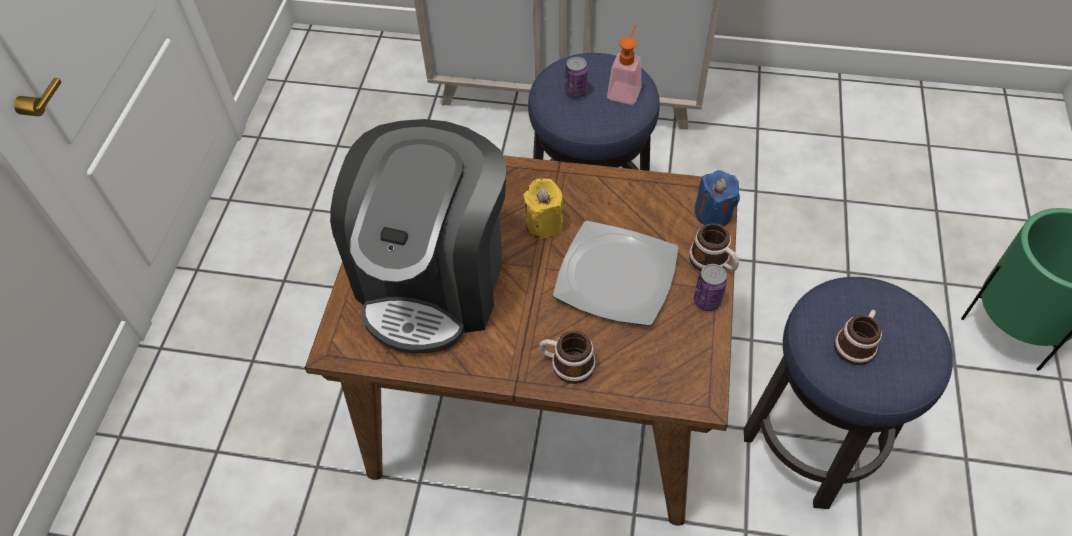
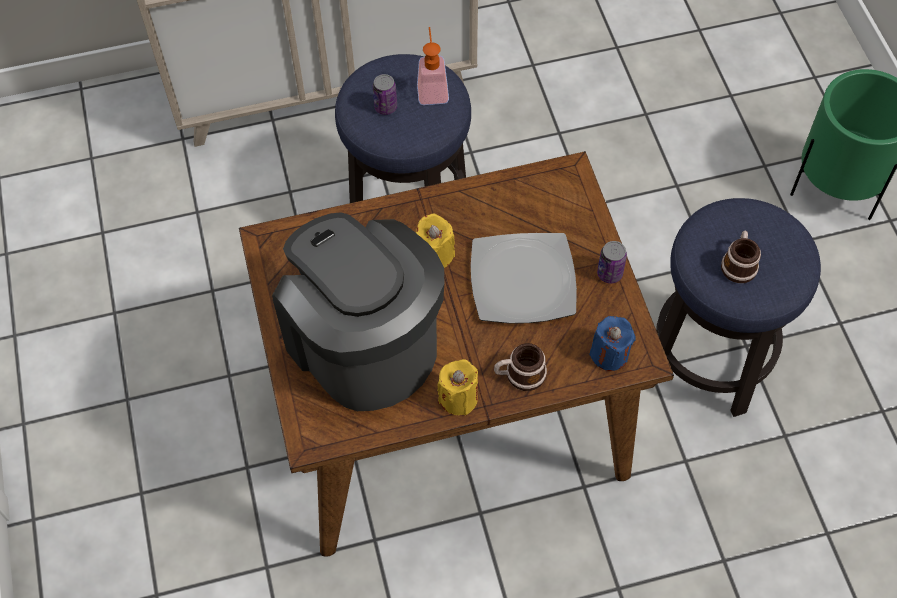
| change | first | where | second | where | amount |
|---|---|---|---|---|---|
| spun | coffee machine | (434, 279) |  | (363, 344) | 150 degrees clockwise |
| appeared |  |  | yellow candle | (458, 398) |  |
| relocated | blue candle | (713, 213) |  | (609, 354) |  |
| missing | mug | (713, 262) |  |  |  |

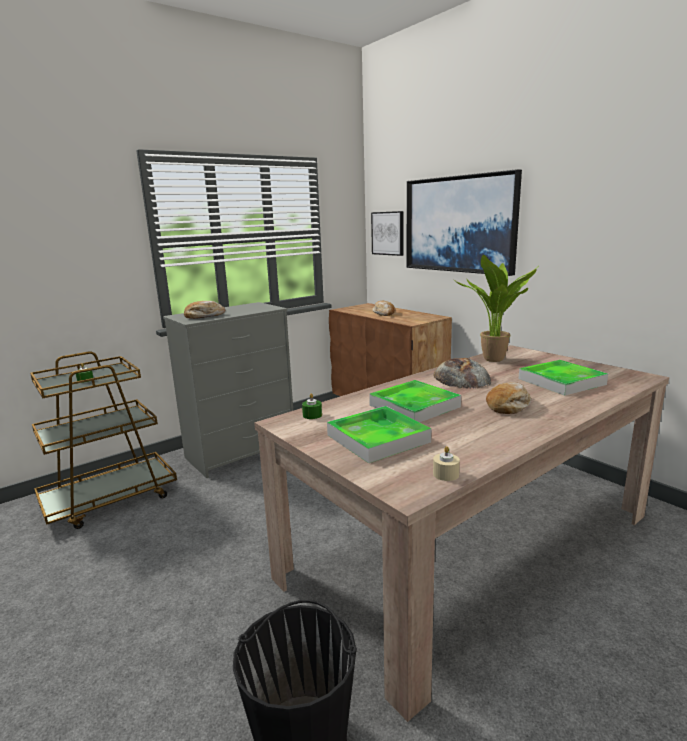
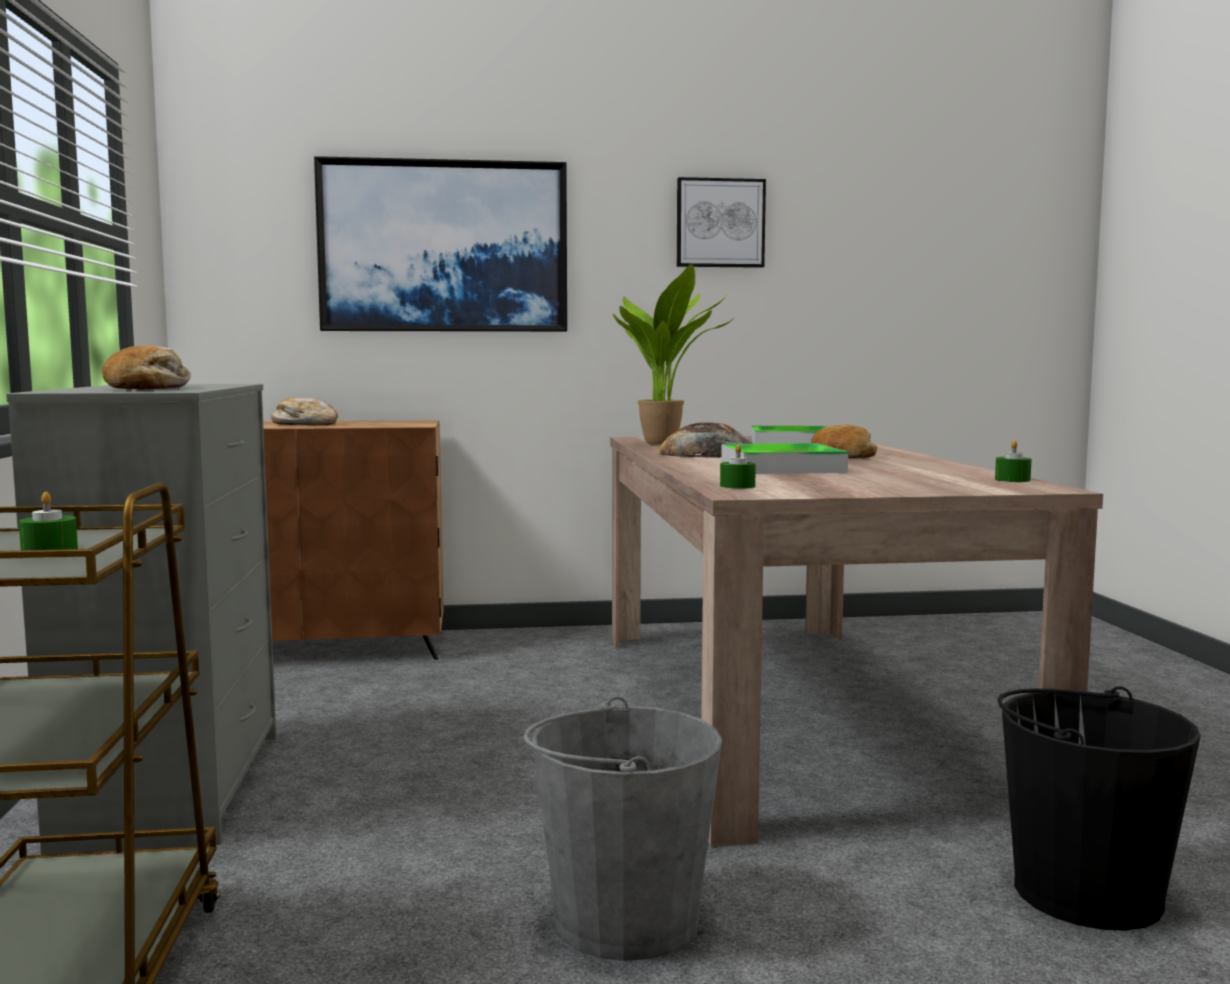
| change | first | where | second | where | amount |
|---|---|---|---|---|---|
| appeared |  |  | grey bucket | (624, 920) |  |
| relocated | picture | (388, 233) |  | (720, 223) |  |
| colour | beige candle | (445, 474) | green candle | (1012, 480) |  |
| missing | tray | (378, 438) |  |  |  |

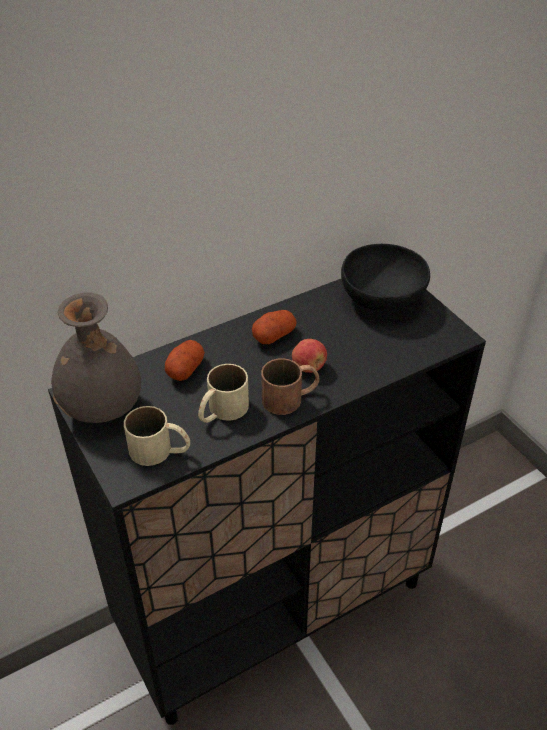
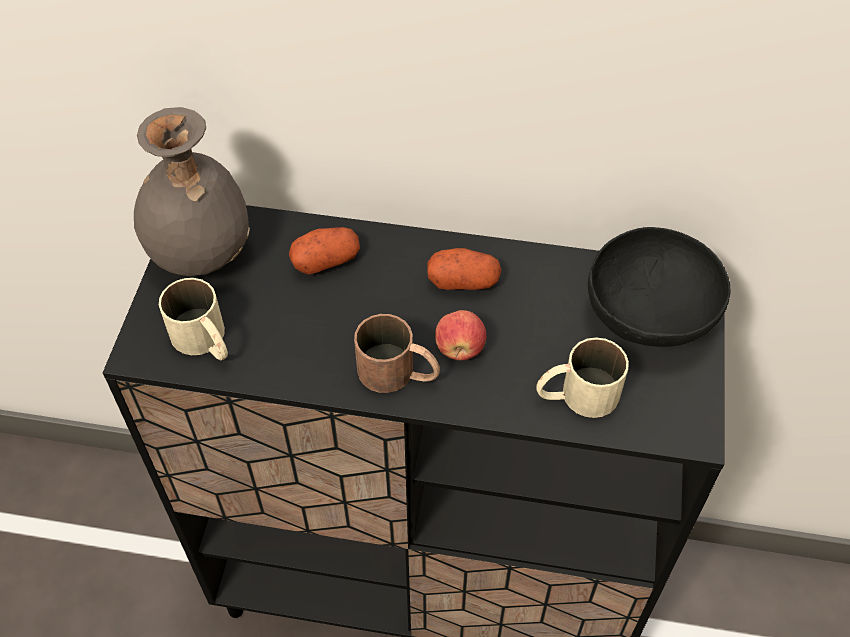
| change | first | where | second | where | amount |
|---|---|---|---|---|---|
| relocated | beige mug | (221, 411) |  | (576, 395) |  |

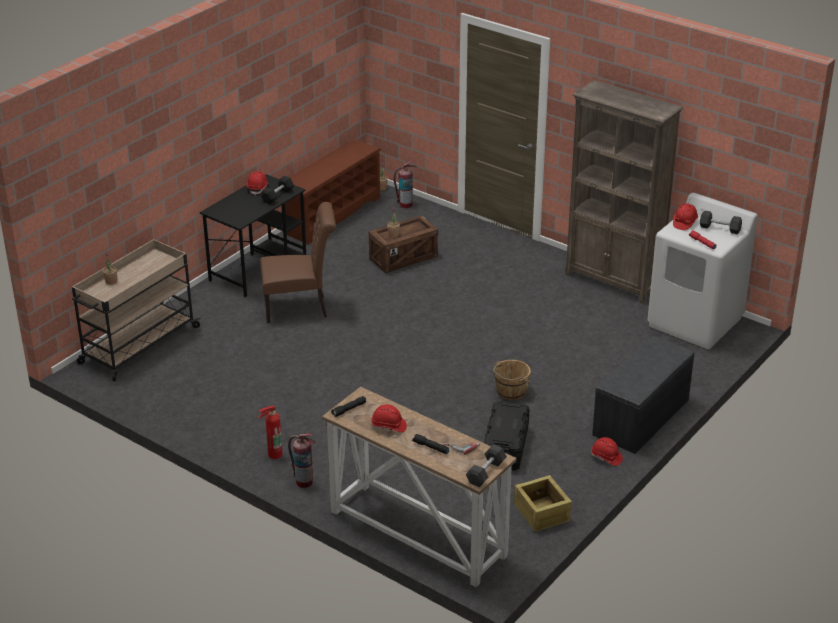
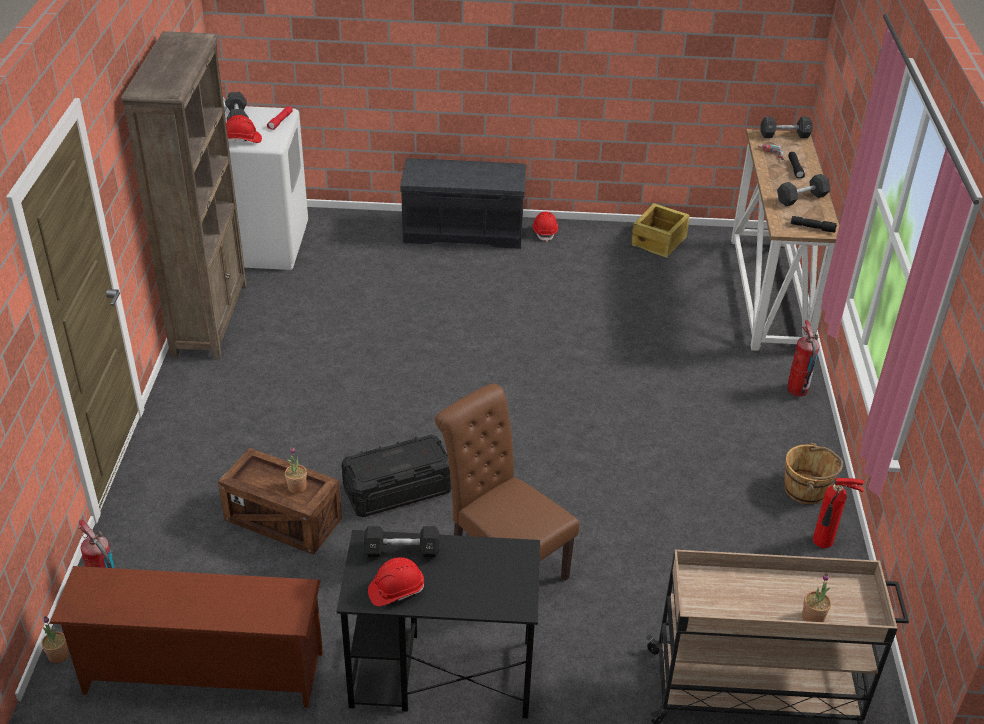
| change | first | where | second | where | amount |
|---|---|---|---|---|---|
| relocated | black storage box | (505, 447) |  | (398, 490) |  |
| exchanged | red hard hat | (388, 426) | black dumbbell | (802, 198) |  |
| relocated | brown bucket | (510, 391) |  | (806, 489) |  |
| relocated | fire extinguisher | (273, 454) |  | (824, 542) |  |

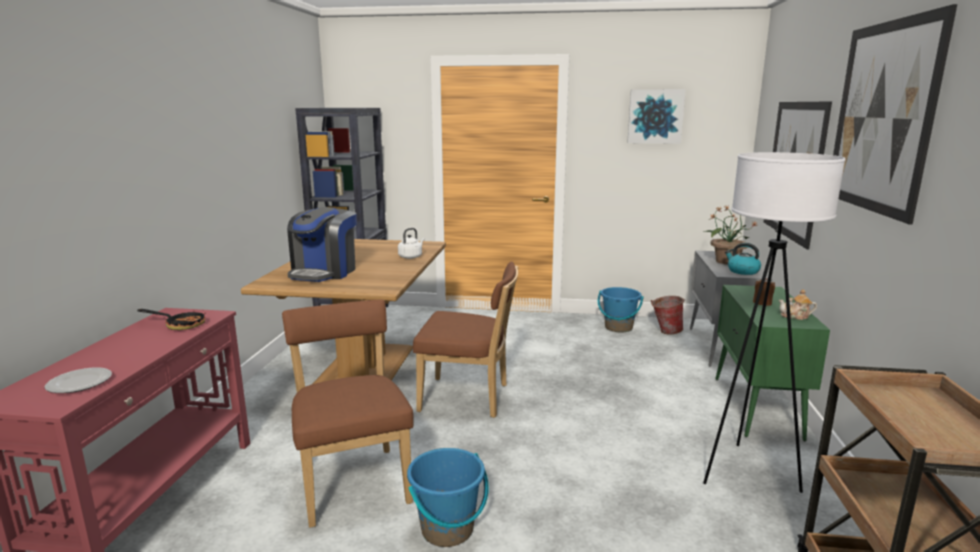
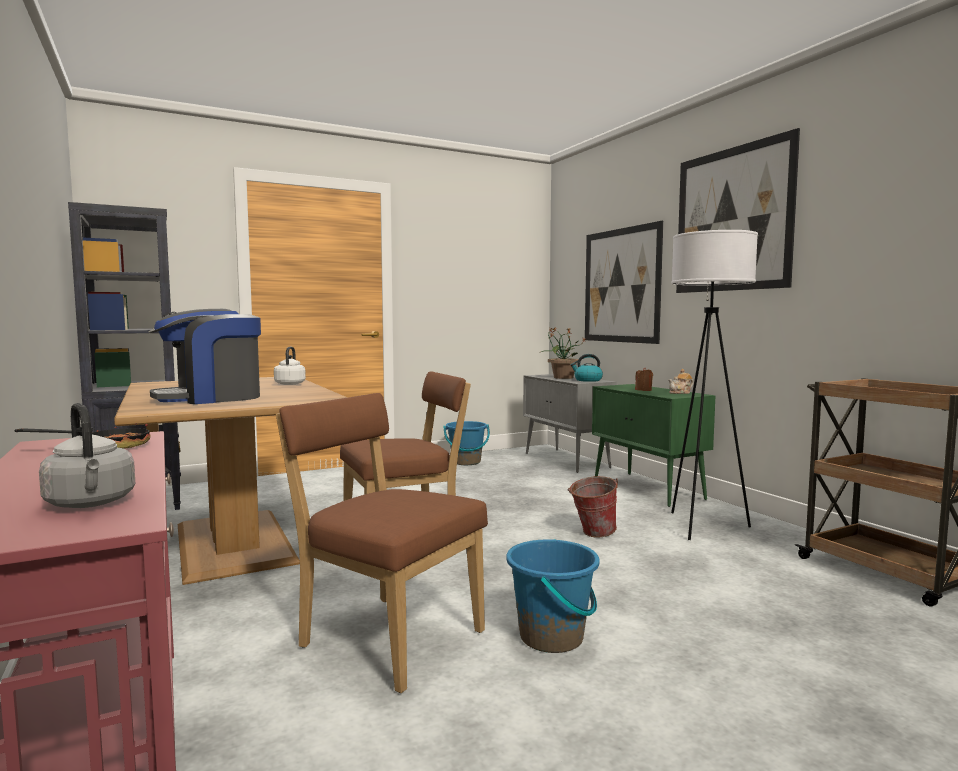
| change | first | where | second | where | amount |
|---|---|---|---|---|---|
| exchanged | plate | (80, 383) | grey kettle | (91, 503) |  |
| spun | coffee machine | (324, 272) |  | (210, 398) | 75 degrees clockwise |
| relocated | bucket | (665, 331) |  | (592, 534) |  |
| missing | picture | (655, 116) |  |  |  |

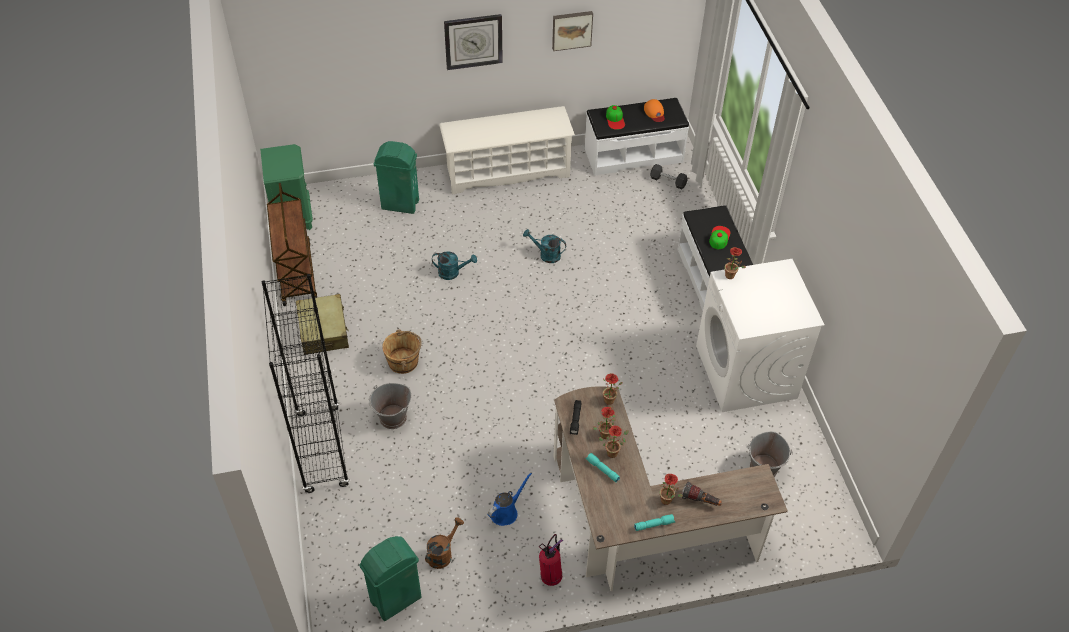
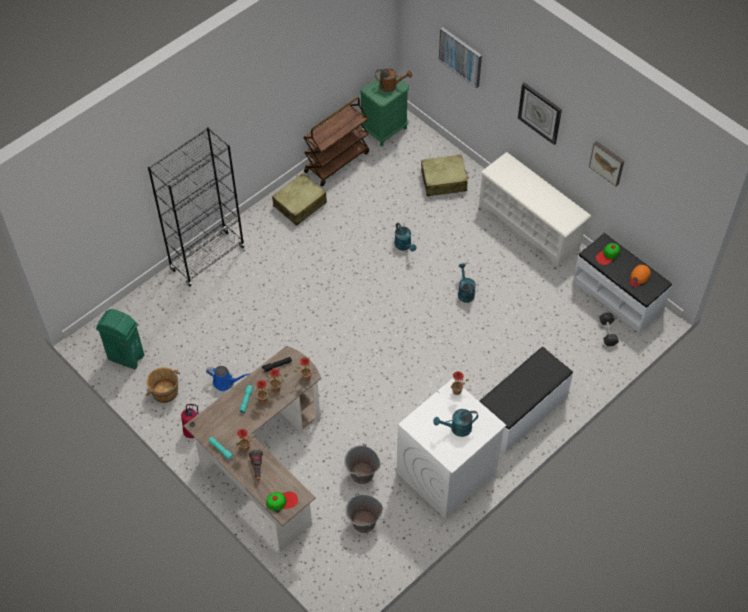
| change | first | where | second | where | amount |
|---|---|---|---|---|---|
| relocated | brown bucket | (404, 361) |  | (165, 392) |  |
| relocated | cap | (719, 237) |  | (282, 501) |  |
| relocated | grey bucket | (393, 418) |  | (362, 474) |  |
| relocated | brown watering can | (442, 553) |  | (391, 86) |  |
| exchanged | green trash can | (400, 204) | beige suitcase | (444, 181) |  |
| appeared |  |  | turquoise watering can | (457, 429) |  |
| appeared |  |  | picture | (461, 56) |  |

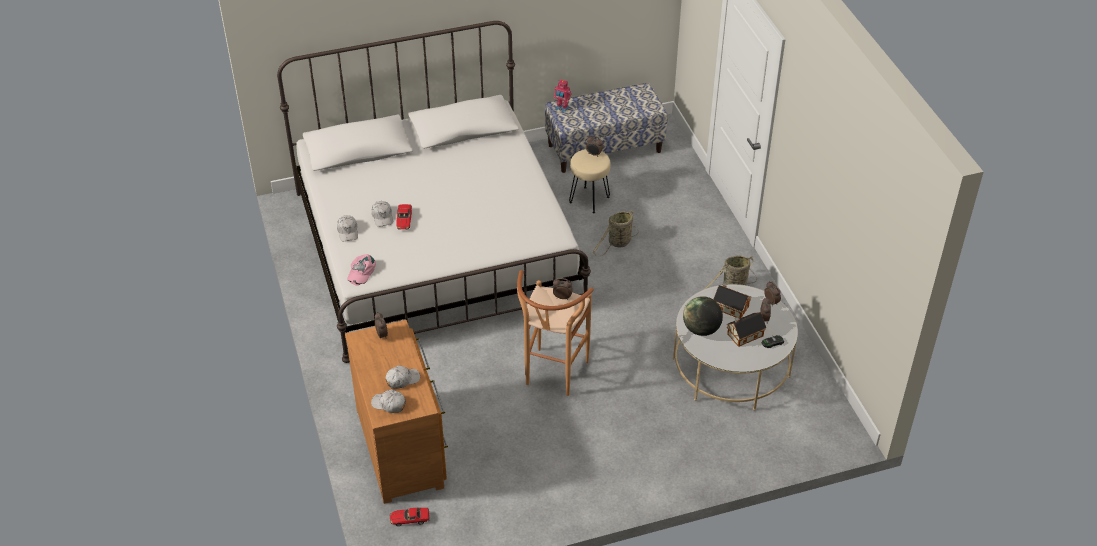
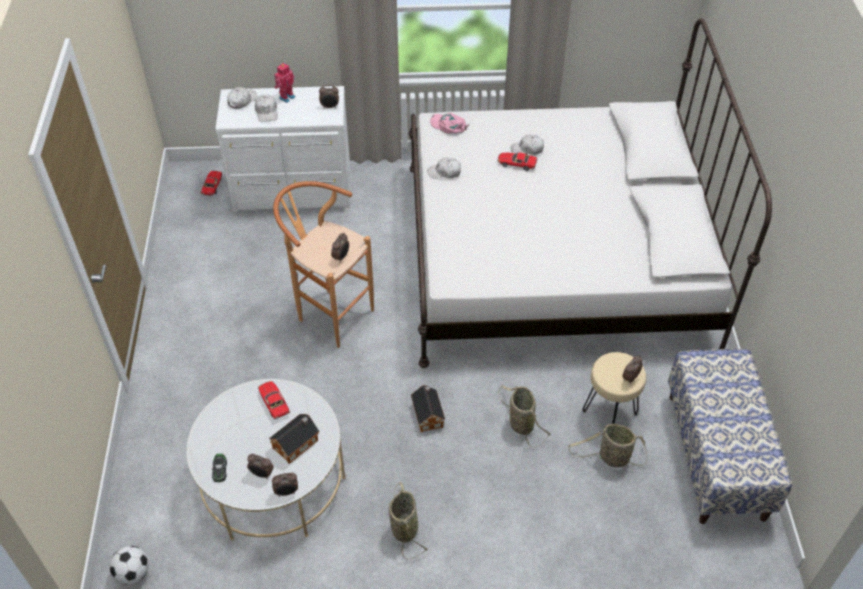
| change | first | where | second | where | amount |
|---|---|---|---|---|---|
| appeared |  |  | football | (133, 573) |  |
| colour | brown dresser | (402, 446) | white dresser | (293, 192) |  |
| exchanged | globe | (701, 329) | toy car | (274, 402) |  |
| relocated | toy robot | (562, 108) |  | (286, 97) |  |
| relocated | toy house | (743, 335) |  | (428, 414) |  |
| relocated | white cap | (348, 231) |  | (444, 172) |  |
| appeared |  |  | basket | (611, 458) |  |

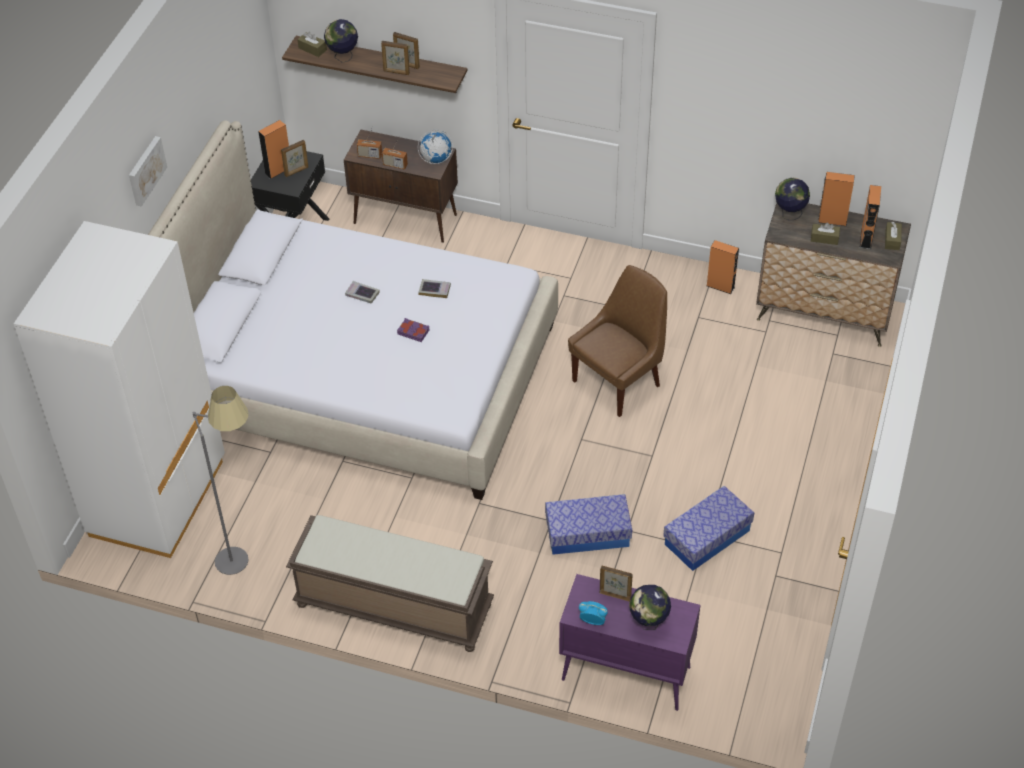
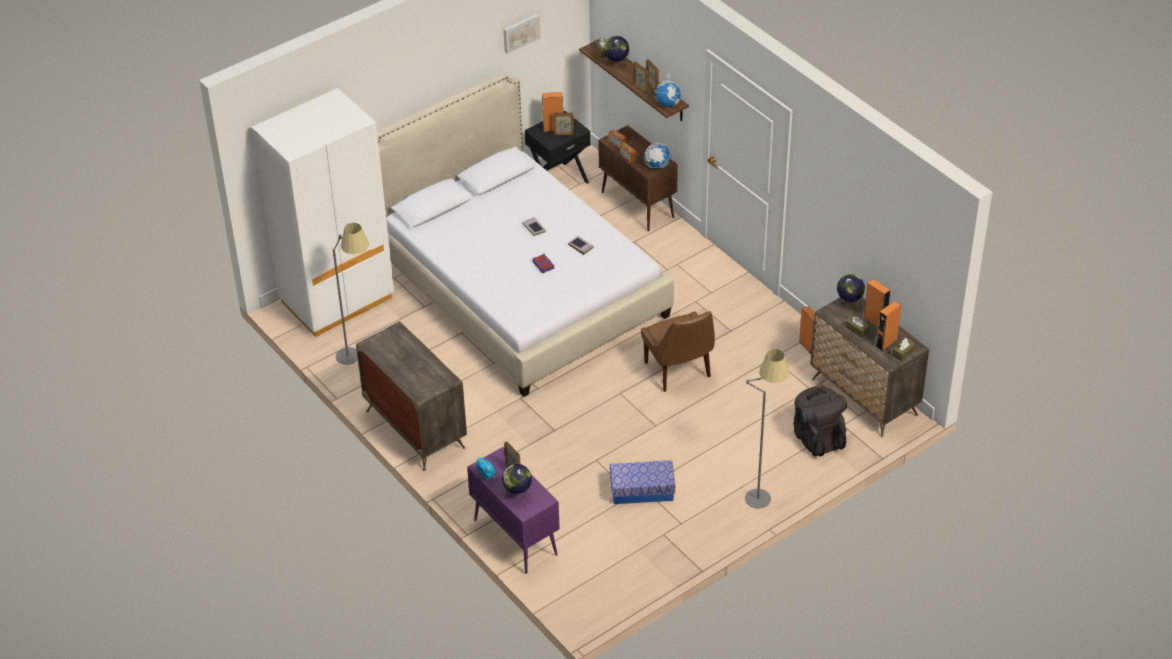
| change | first | where | second | where | amount |
|---|---|---|---|---|---|
| exchanged | brown bench | (392, 606) | dresser | (415, 428) |  |
| relocated | picture | (145, 170) |  | (520, 32) |  |
| spun | brown chair | (618, 381) |  | (678, 371) | 75 degrees clockwise |
| appeared |  |  | globe | (668, 104) |  |
| appeared |  |  | grey floor lamp | (761, 490) |  |
| appeared |  |  | black backpack | (817, 437) |  |
| missing | storage box | (587, 534) |  |  |  |

